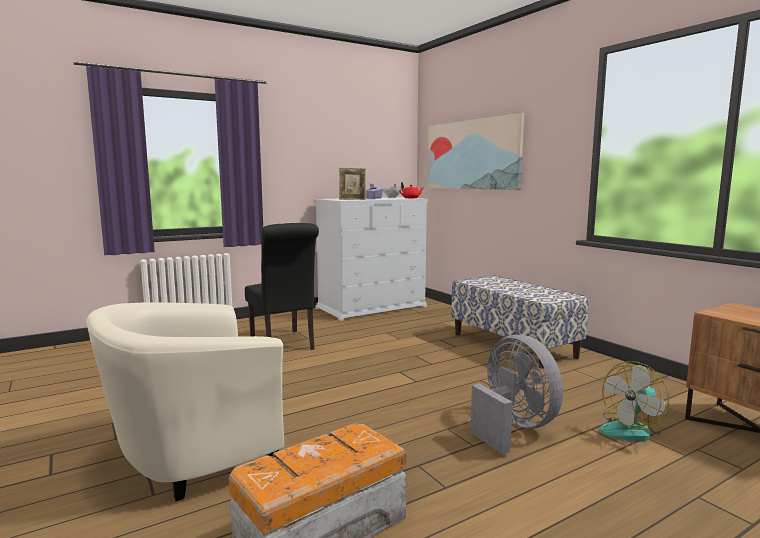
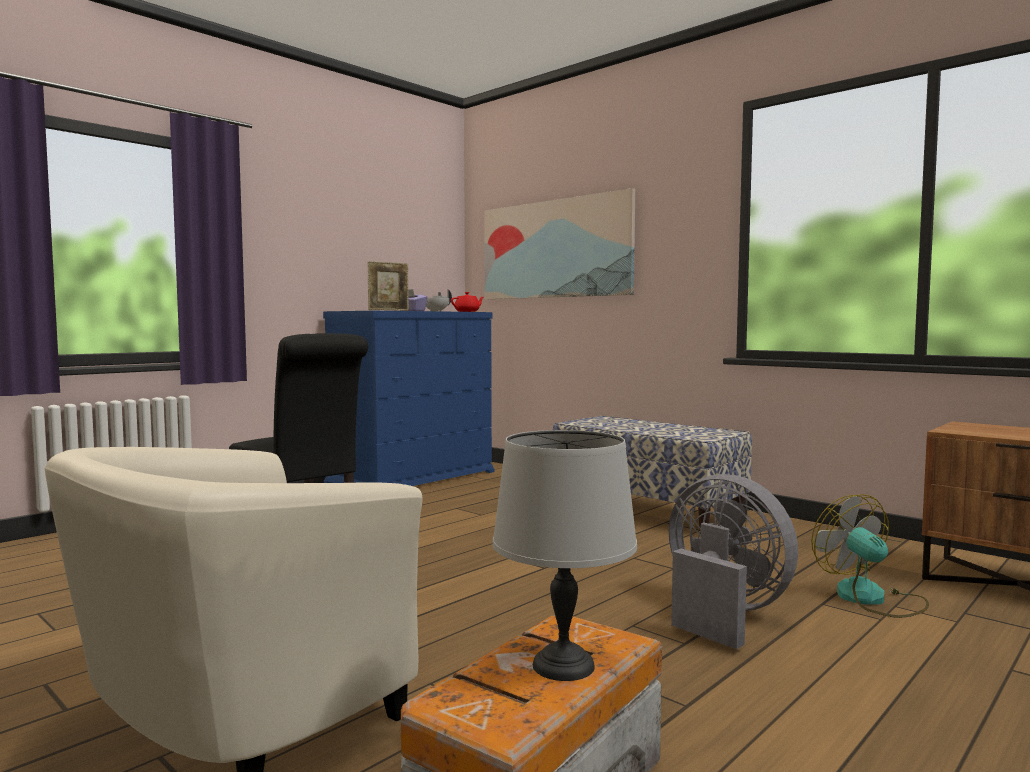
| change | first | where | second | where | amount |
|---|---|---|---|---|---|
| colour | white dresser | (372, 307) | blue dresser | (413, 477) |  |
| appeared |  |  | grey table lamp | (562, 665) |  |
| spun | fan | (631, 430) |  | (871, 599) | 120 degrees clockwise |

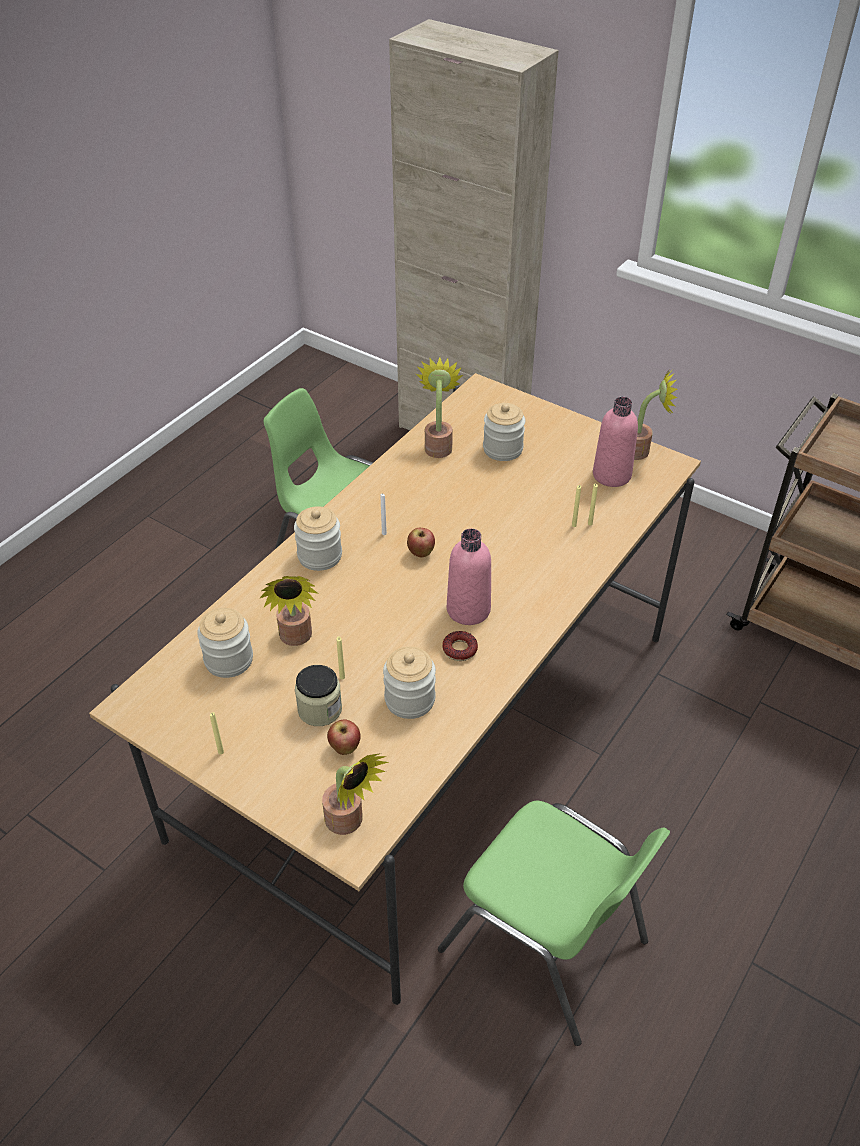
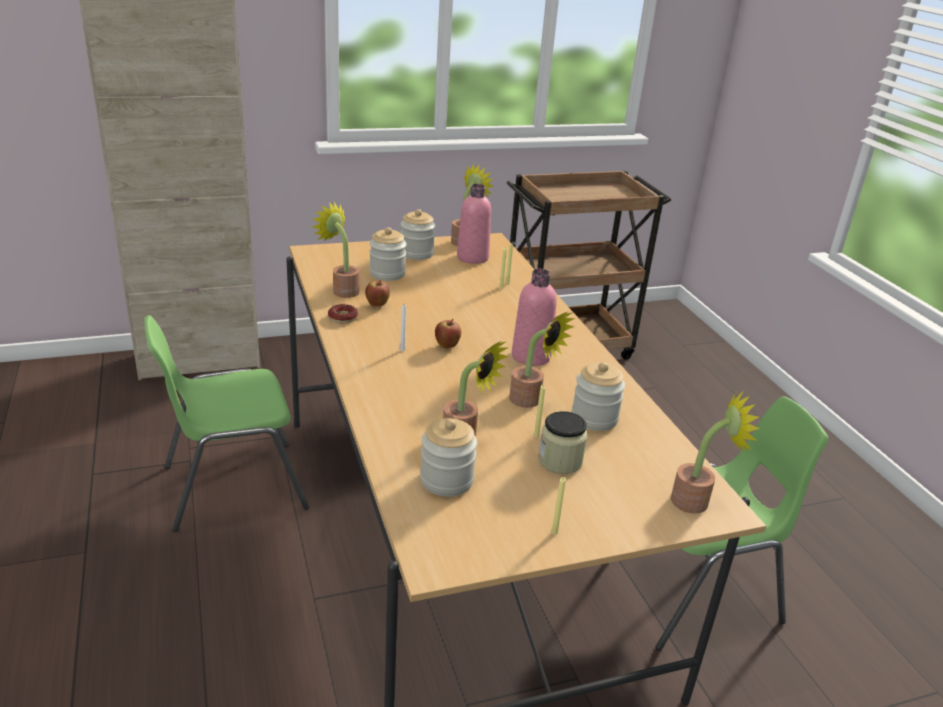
| change | first | where | second | where | amount |
|---|---|---|---|---|---|
| relocated | donut | (459, 649) |  | (342, 317) |  |
| relocated | apple | (345, 748) |  | (377, 305) |  |
| relocated | jar | (320, 556) |  | (416, 253) |  |
| appeared |  |  | potted plant | (531, 401) |  |

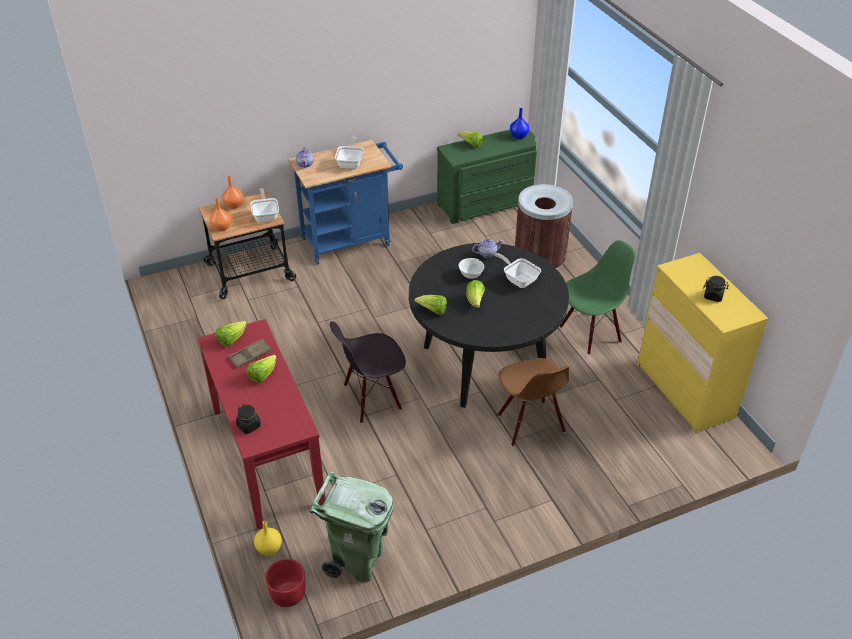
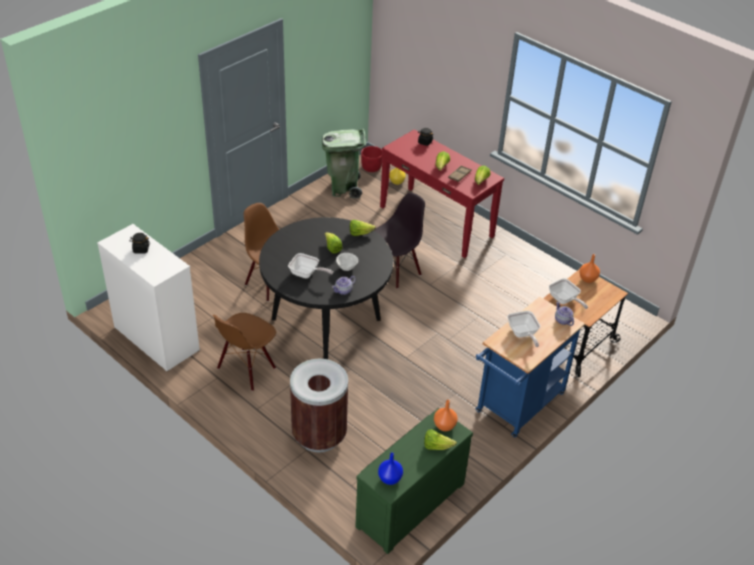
| change | first | where | second | where | amount |
|---|---|---|---|---|---|
| colour | yellow dresser | (684, 391) | white dresser | (156, 339) |  |
| colour | green chair | (590, 333) | brown chair | (246, 369) |  |
| relocated | orange vase | (234, 205) |  | (444, 426) |  |

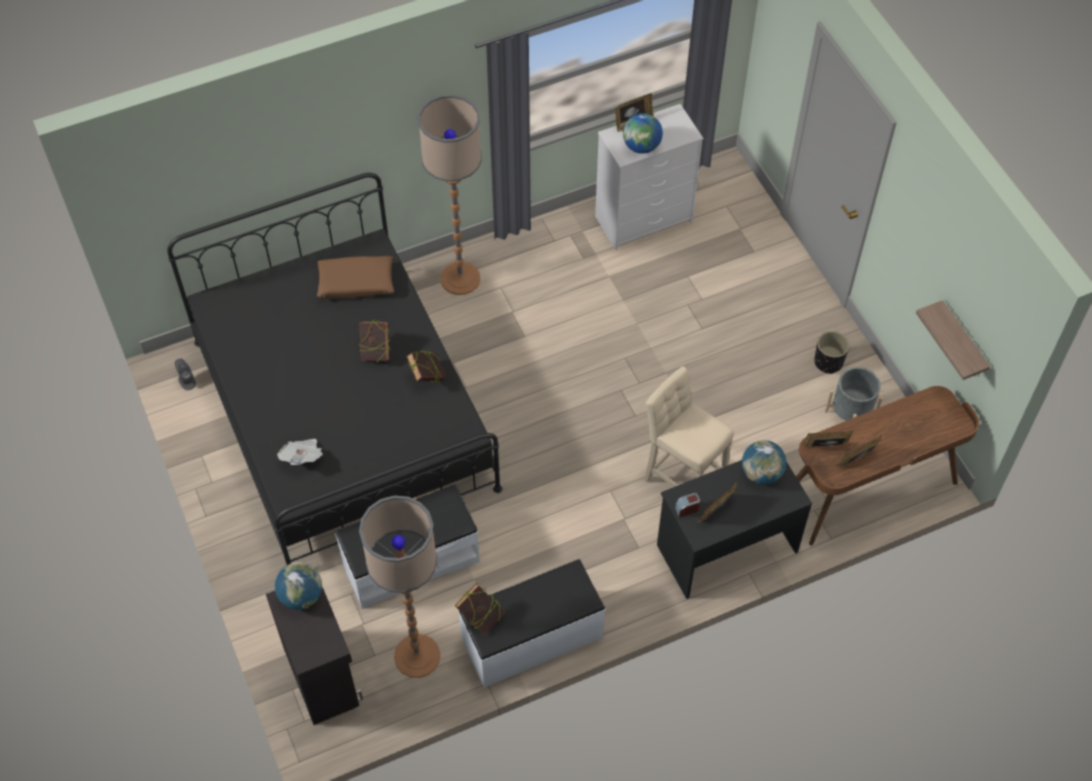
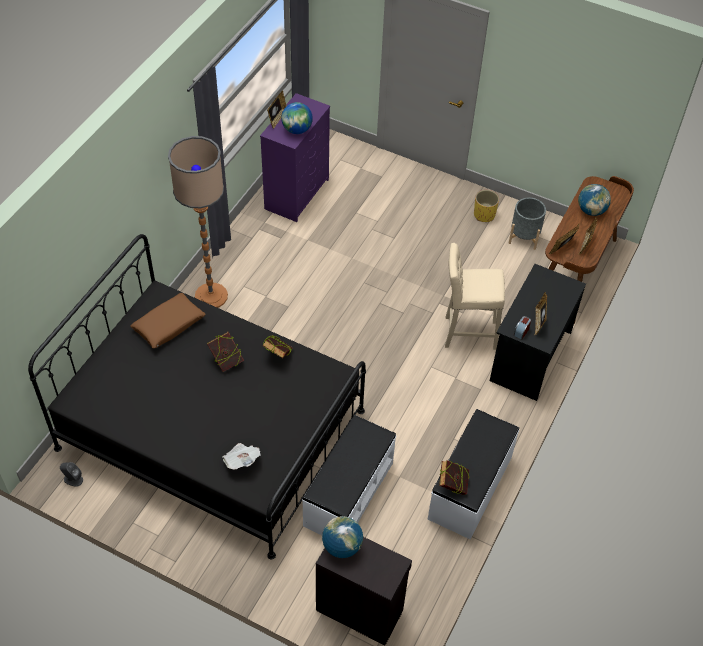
| change | first | where | second | where | amount |
|---|---|---|---|---|---|
| colour | white dresser | (644, 219) | purple dresser | (297, 194) |  |
| colour | black planter | (828, 362) | yellow planter | (484, 215) |  |
| relocated | globe | (761, 473) |  | (591, 211) |  |
| missing | floor lamp | (417, 656) |  |  |  |
| missing | shelf | (962, 342) |  |  |  |

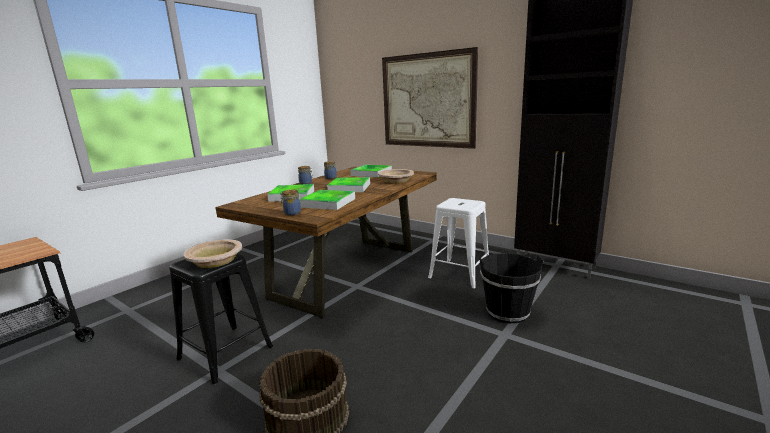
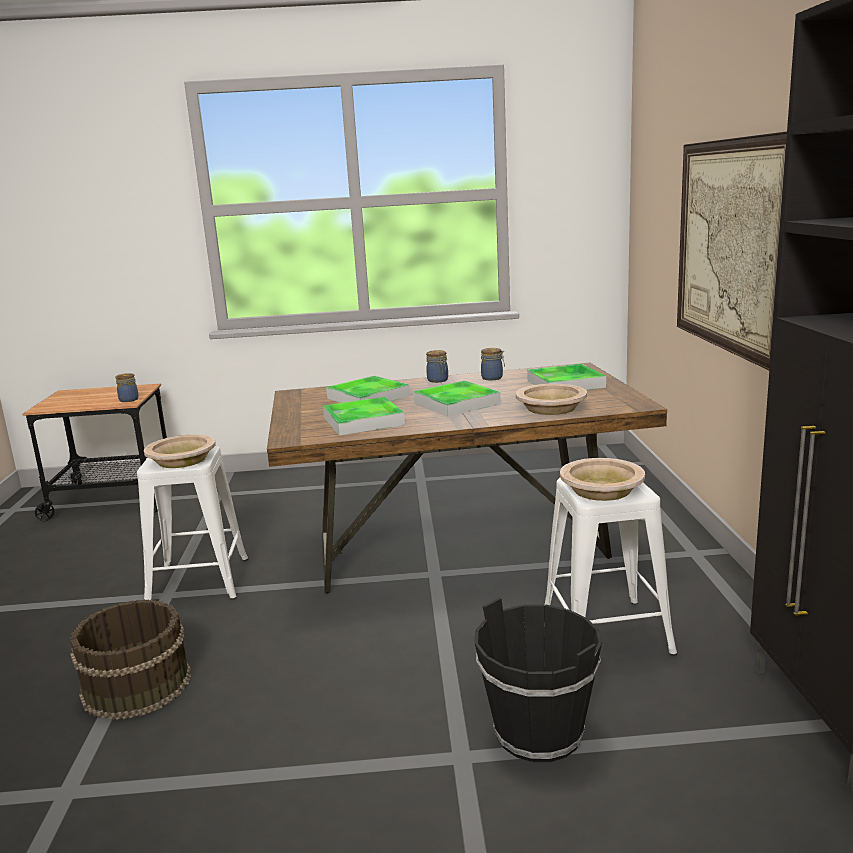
| change | first | where | second | where | amount |
|---|---|---|---|---|---|
| relocated | jar | (291, 213) |  | (128, 400) |  |
| colour | black stool | (225, 353) | white stool | (199, 581) |  |
| appeared |  |  | beige bowl | (601, 489) |  |

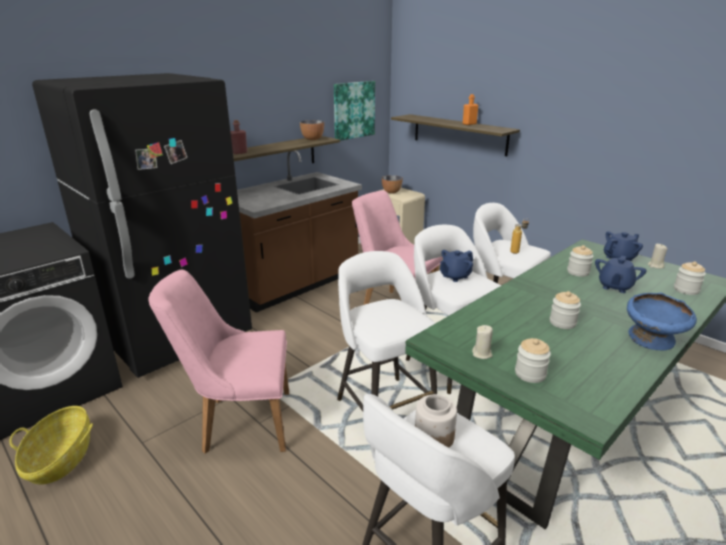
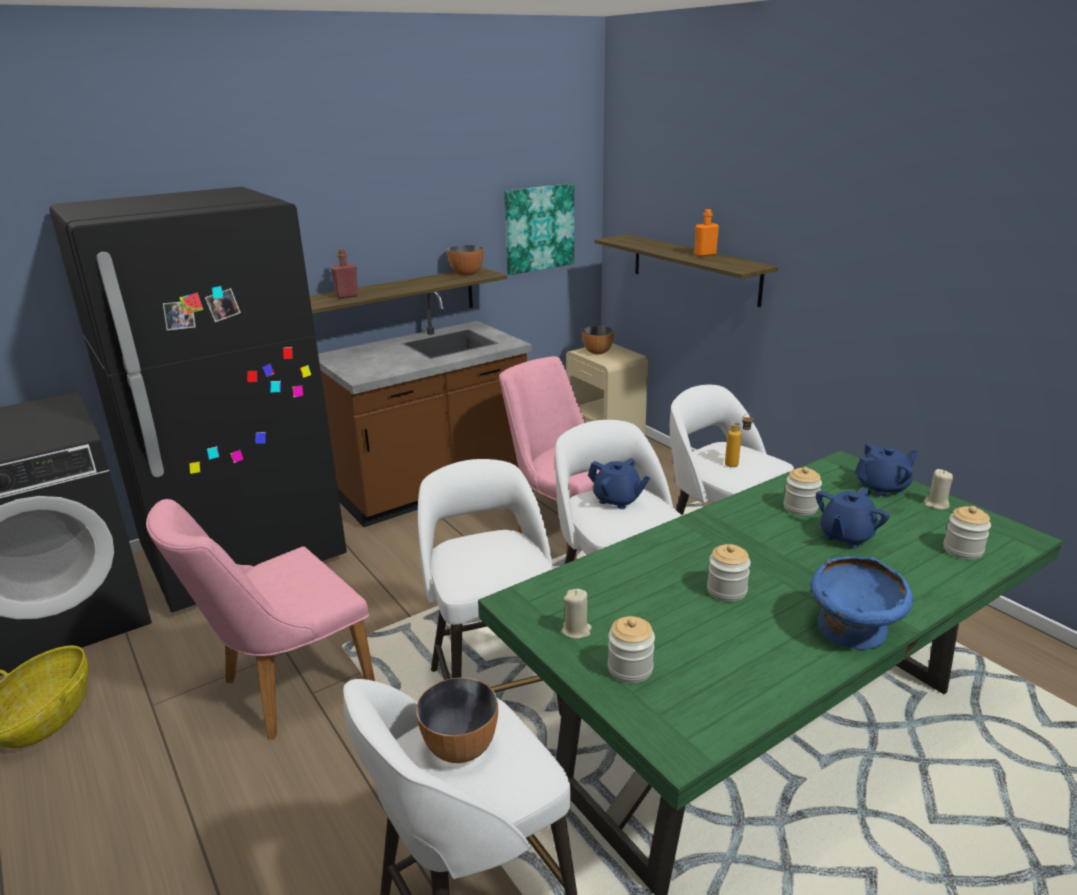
| change | first | where | second | where | amount |
|---|---|---|---|---|---|
| spun | pink chair | (238, 422) |  | (284, 689) | 45 degrees counterclockwise |
| exchanged | jar | (433, 436) | bowl | (460, 747) |  |
| spun | blue teapot | (455, 276) |  | (617, 500) | 120 degrees counterclockwise |

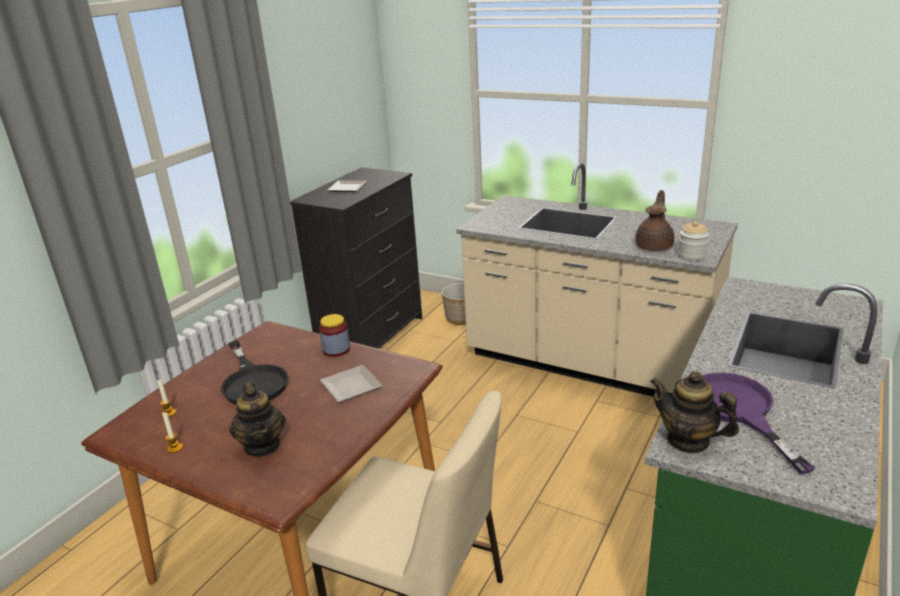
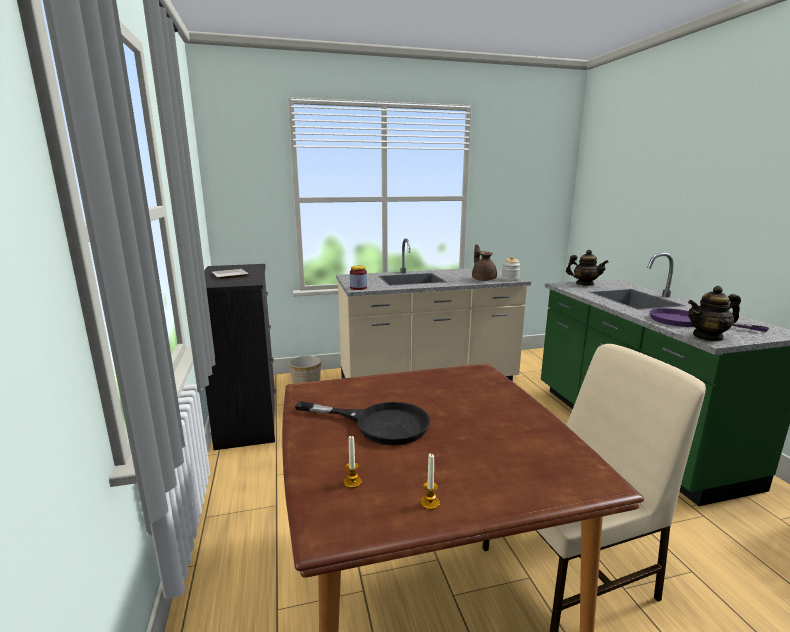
| change | first | where | second | where | amount |
|---|---|---|---|---|---|
| relocated | jar | (336, 350) |  | (358, 288) |  |
| relocated | teapot | (263, 445) |  | (584, 284) |  |
| missing | plate | (349, 386) |  |  |  |

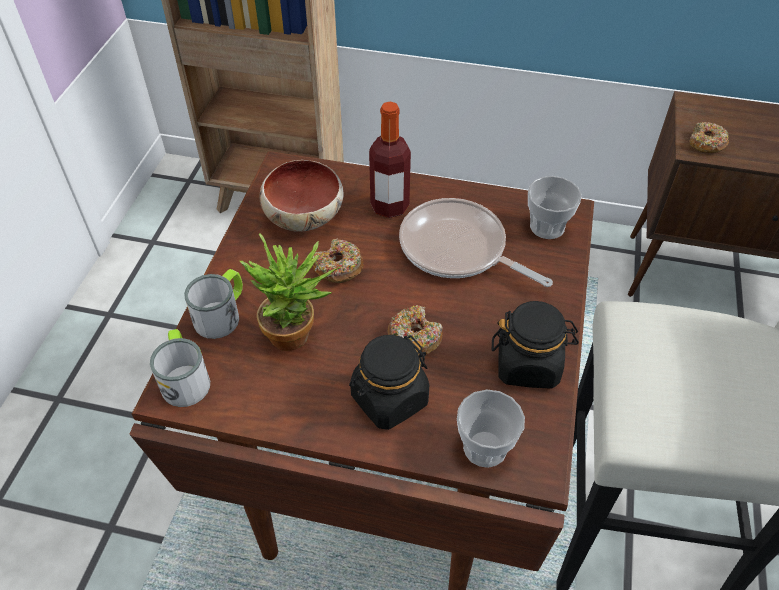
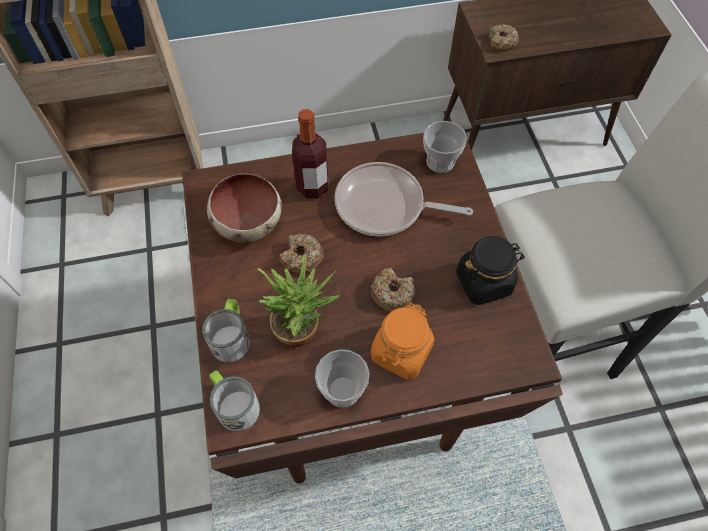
| change | first | where | second | where | amount |
|---|---|---|---|---|---|
| relocated | cup | (485, 447) |  | (342, 390) |  |
| colour | black jar | (389, 399) | orange jar | (401, 352) |  |

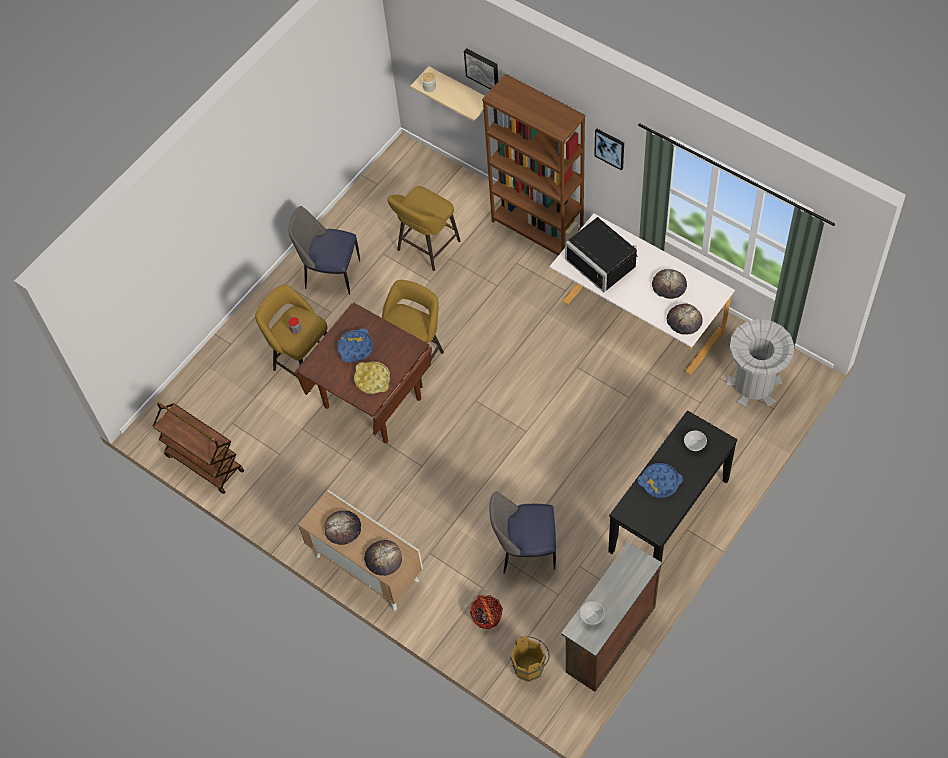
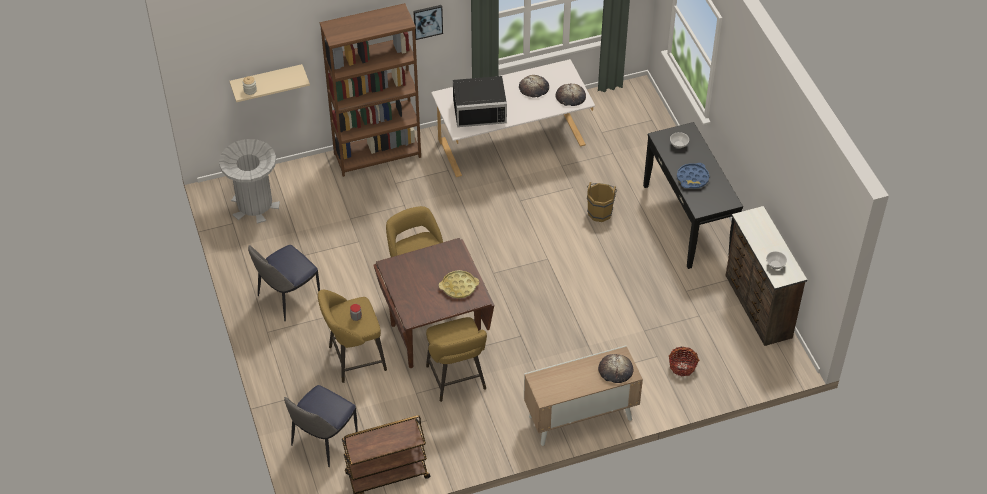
| change | first | where | second | where | amount |
|---|---|---|---|---|---|
| relocated | grey trash can | (754, 385) |  | (255, 205) |  |
| relocated | chair | (525, 549) |  | (323, 440) |  |
| relocated | yellow stool | (426, 248) |  | (457, 381) |  |
| relocated | brown bucket | (531, 667) |  | (600, 211) |  |
| missing | bread | (343, 528) |  |  |  |
| missing | blue tray | (355, 348) |  |  |  |
| missing | picture | (482, 69) |  |  |  |

